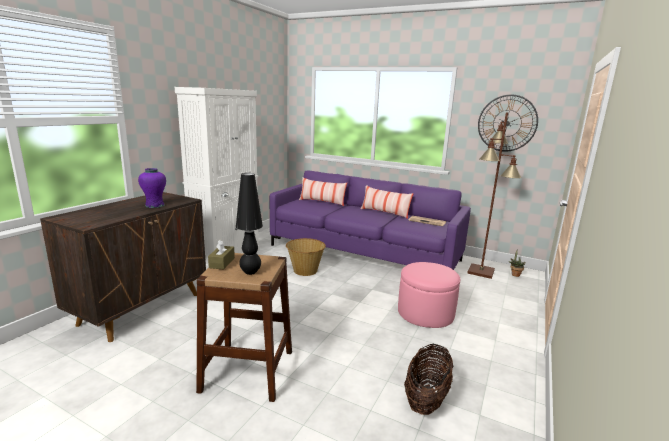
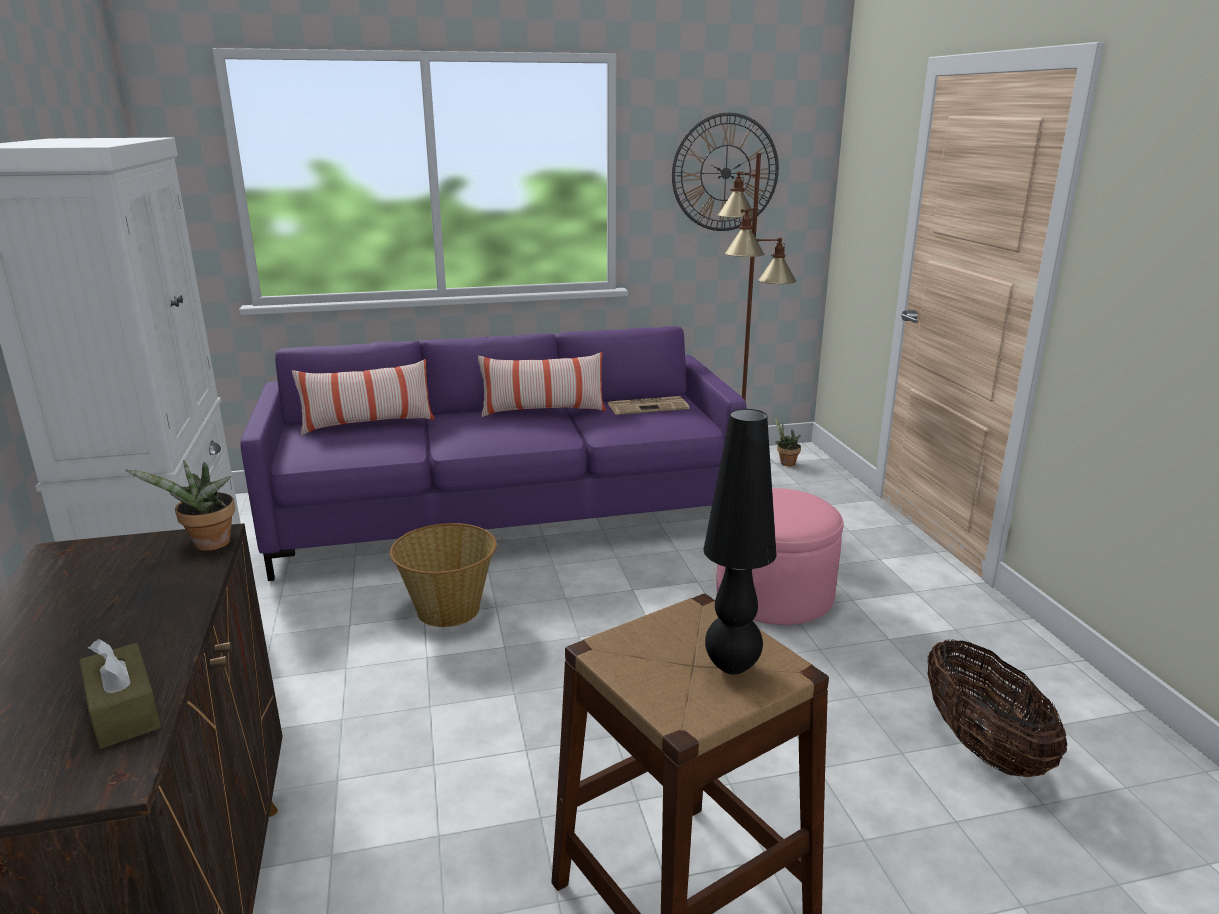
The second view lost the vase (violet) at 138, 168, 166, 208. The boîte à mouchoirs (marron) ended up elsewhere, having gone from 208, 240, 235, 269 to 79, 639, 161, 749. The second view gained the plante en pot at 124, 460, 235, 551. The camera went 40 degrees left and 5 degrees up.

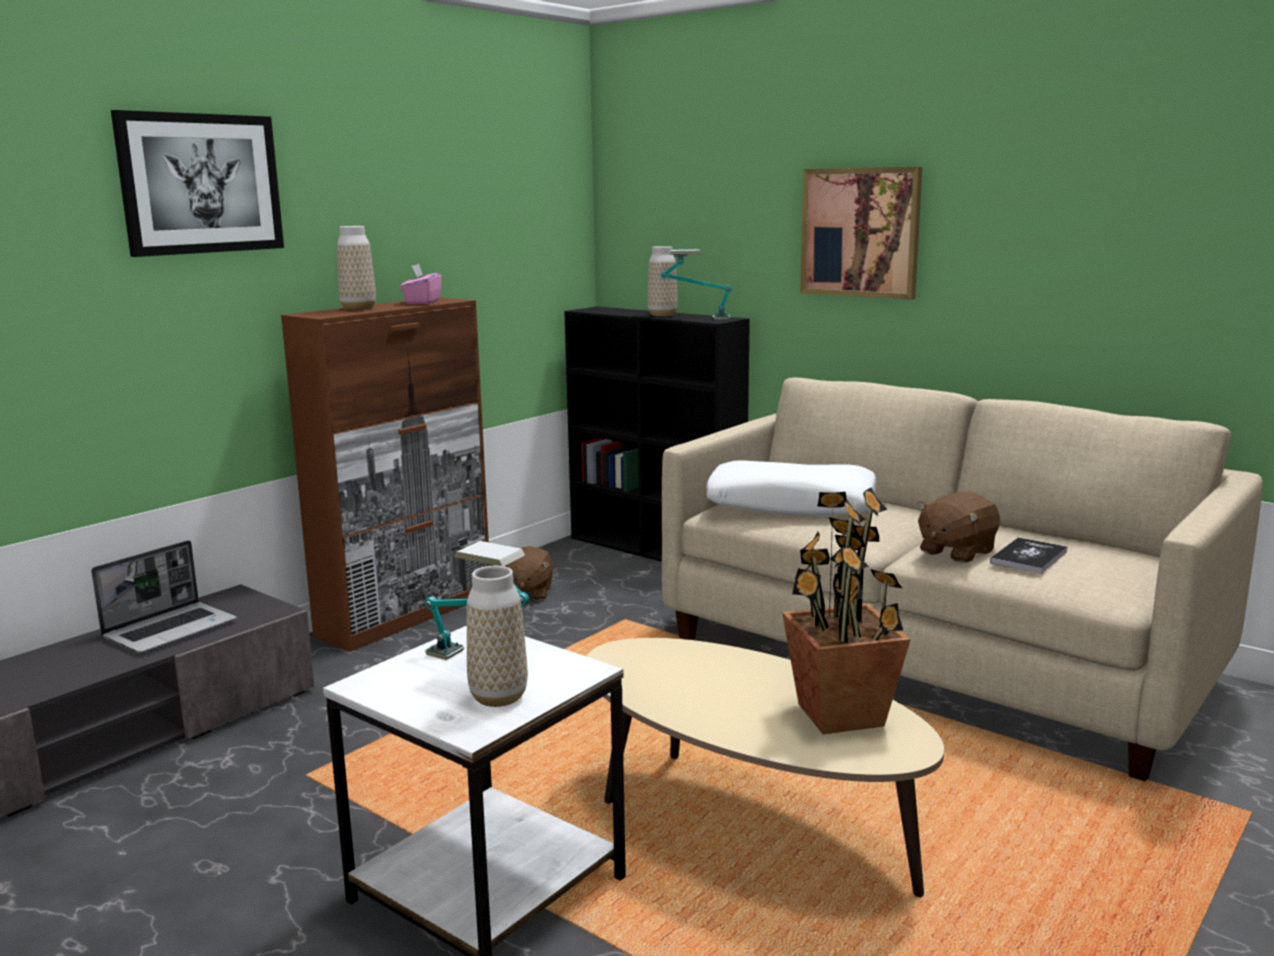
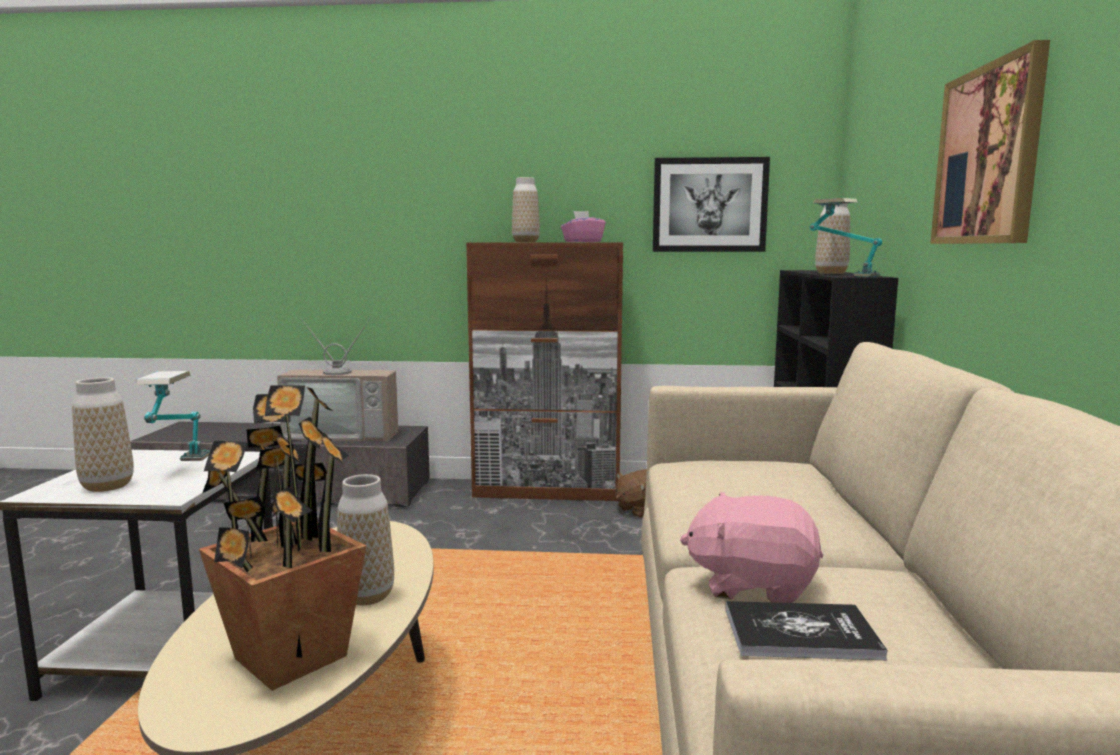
Where the ordinateur portable stood at 91, 540, 237, 653, the téléviseur came to stand at 277, 319, 398, 441. The tableau ended up elsewhere, having gone from 111, 110, 284, 257 to 653, 157, 770, 252. The second view lost the coussin (blanc) at 706, 460, 877, 517. What was the peluche (marron) at 917, 492, 1000, 563 turned into the peluche (rose) at 680, 492, 823, 603. The second view gained the vase at 337, 474, 394, 605. The camera went 55 degrees right and 5 degrees down.

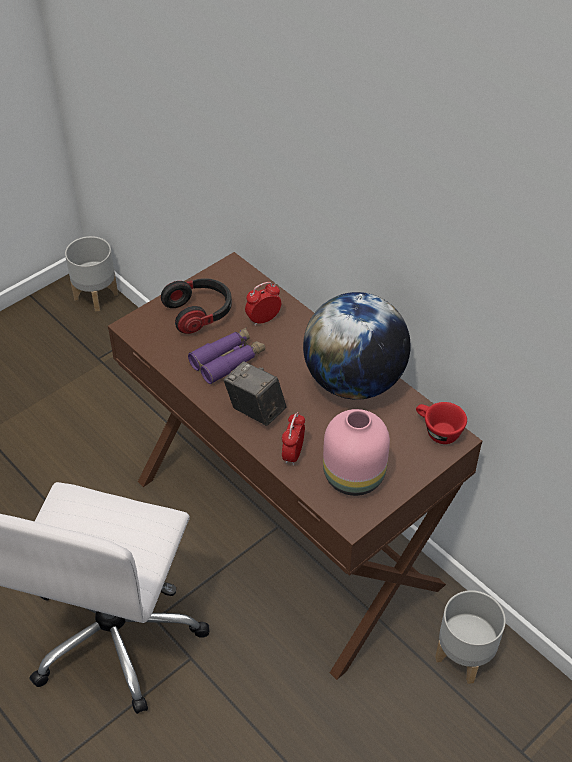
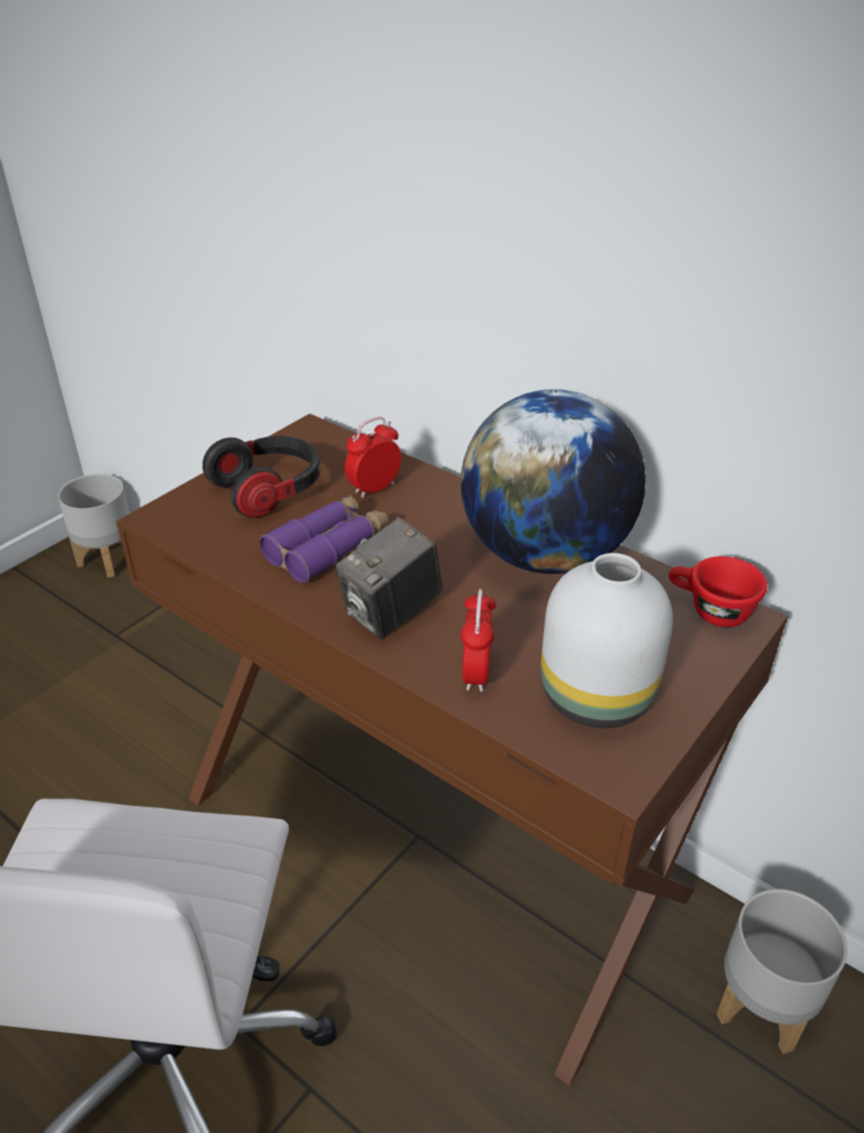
The appareil photo at 224, 362, 287, 426 ended up facing another way, 75 degrees counterclockwise from before. What was the vase (rose) at 323, 409, 390, 496 turned into the vase (blanc) at 541, 553, 673, 728. The camera went 10 degrees left and 10 degrees down.

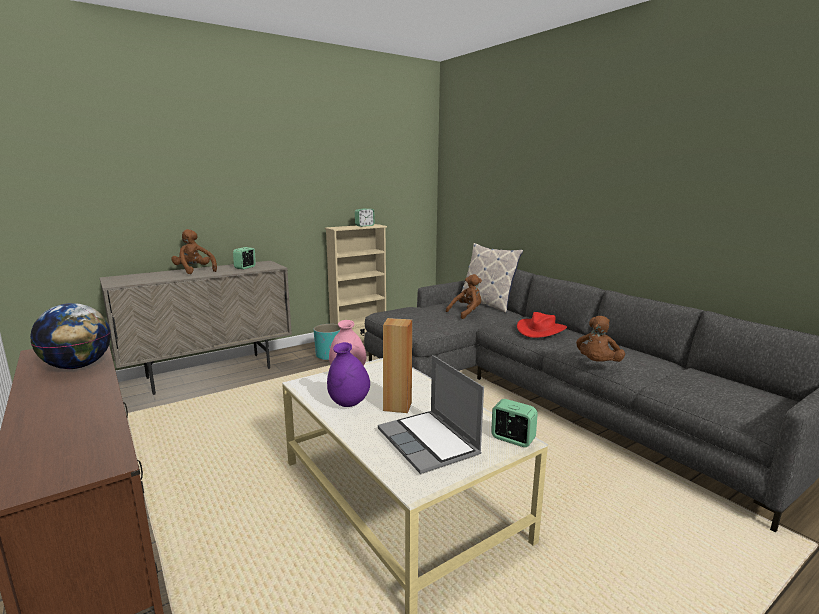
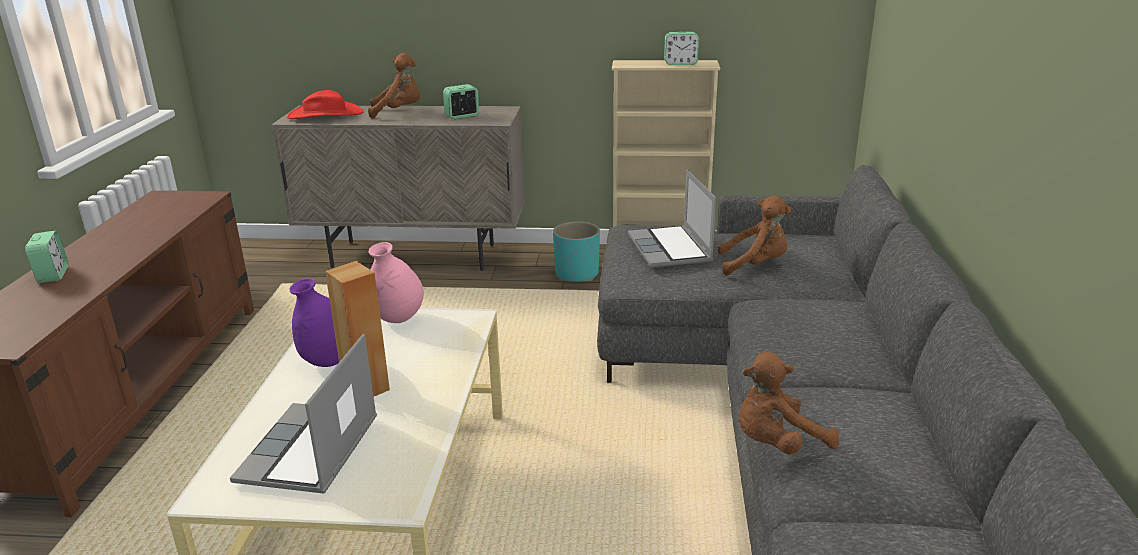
The second view lost the globe at 30, 303, 111, 369. The peluche (marron) at 171, 229, 217, 274 ended up facing another way, 90 degrees clockwise from before. The second view lost the coussin at 462, 243, 523, 313. The réveil ended up elsewhere, having gone from 491, 399, 538, 447 to 25, 231, 68, 283. The chapeau (rouge) ended up elsewhere, having gone from 517, 312, 567, 338 to 287, 90, 364, 119. The second view gained the ordinateur portable at 628, 169, 716, 268. The camera went 40 degrees right and 10 degrees up.

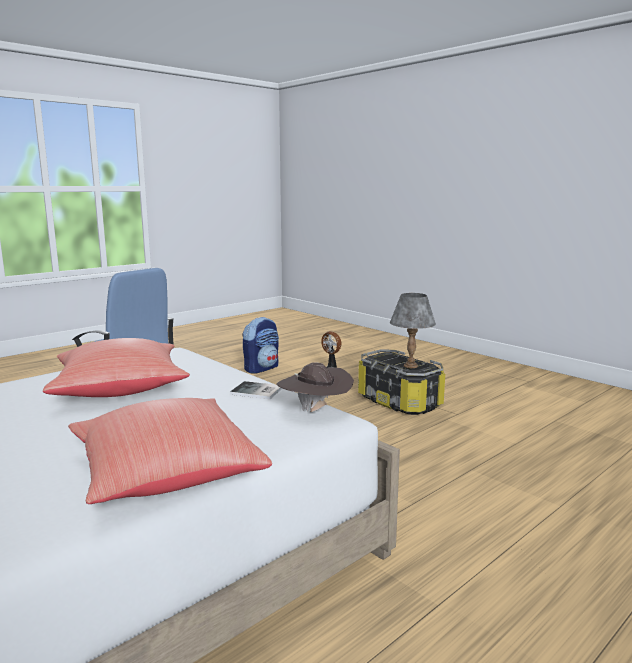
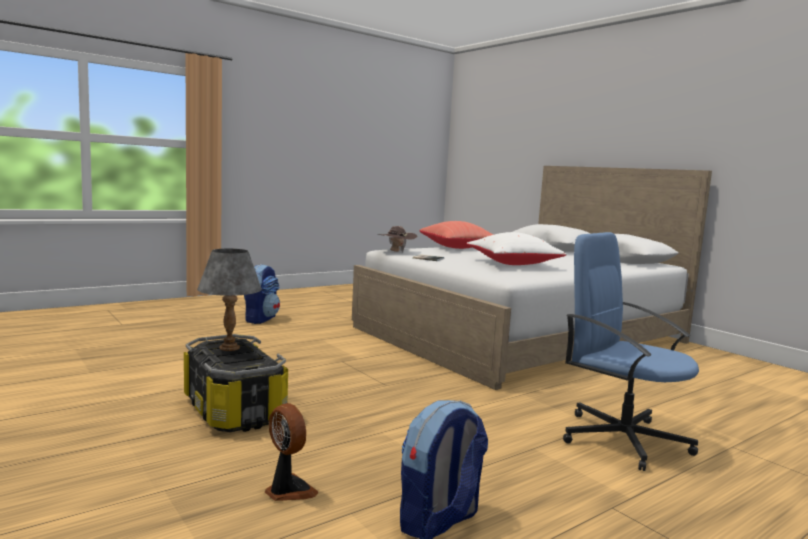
What was the coussin (rouge) at 43, 338, 190, 397 turned into the coussin (blanc) at 467, 232, 567, 265. The second view gained the sac à dos at 244, 264, 280, 324. The camera went 175 degrees left and 5 degrees down.

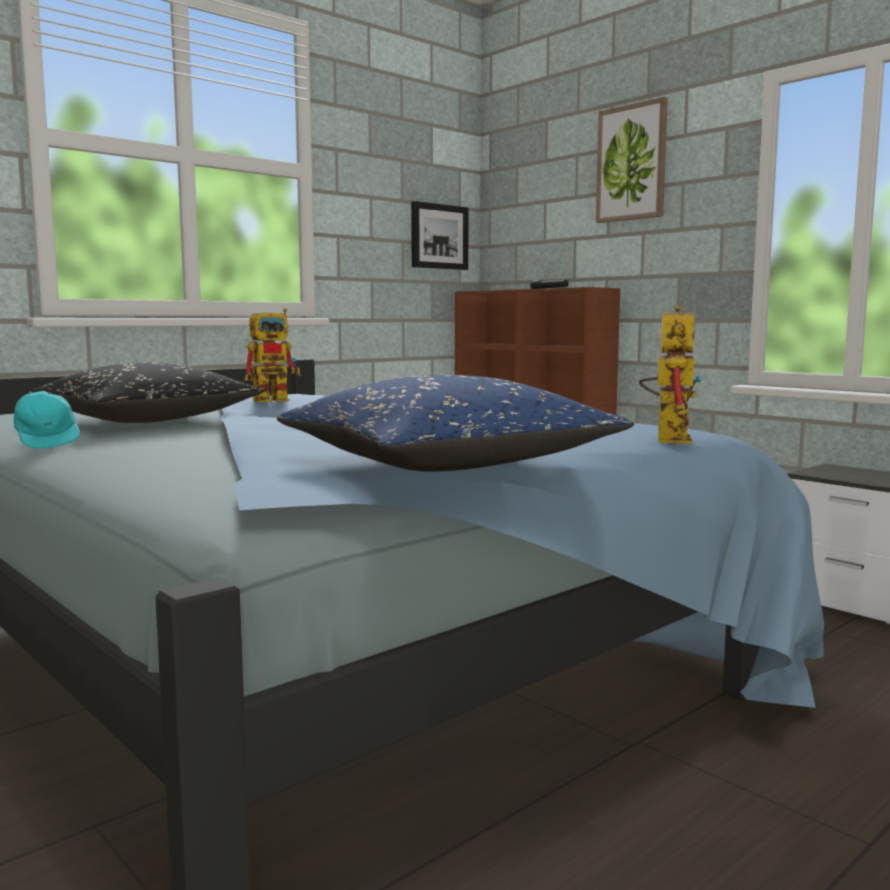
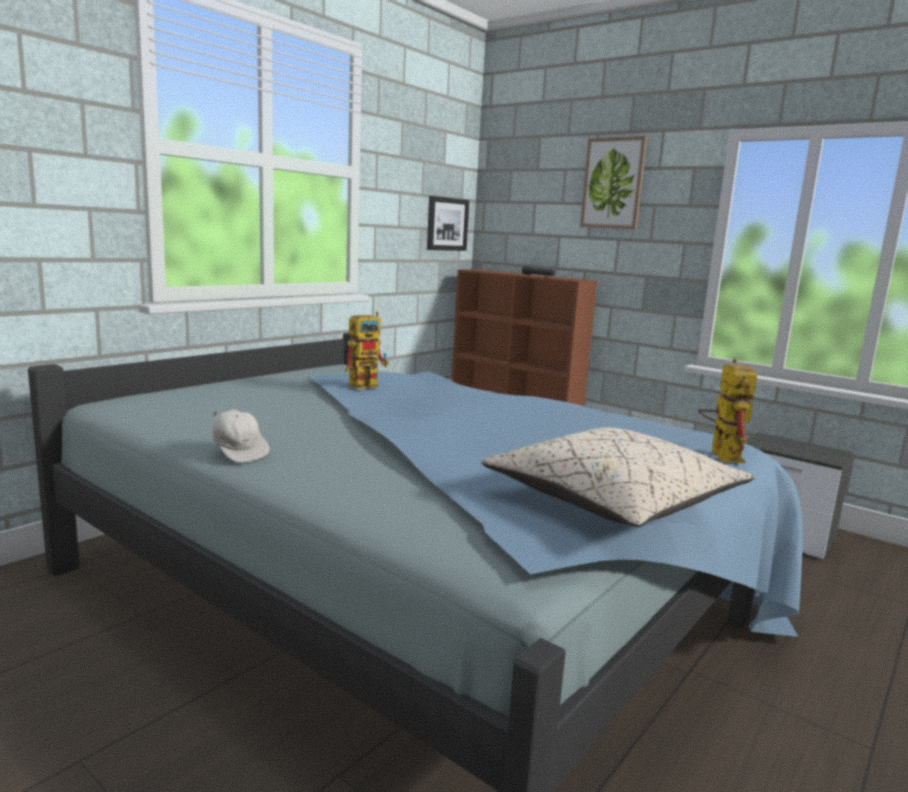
What was the casquette (turquoise) at 14, 391, 80, 448 turned into the casquette (blanc) at 212, 409, 270, 463. The second view lost the coussin (noir) at 28, 362, 264, 423. What was the coussin (bleu) at 277, 375, 634, 472 turned into the coussin (beige) at 481, 427, 755, 527. The camera went 10 degrees left and 5 degrees up.

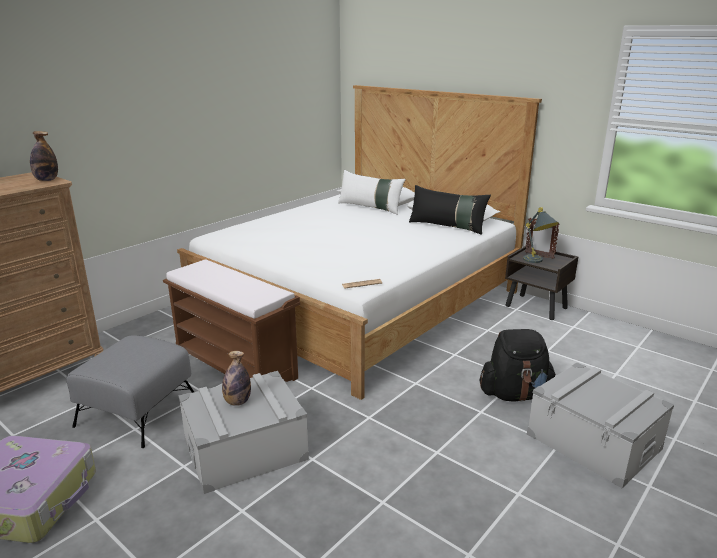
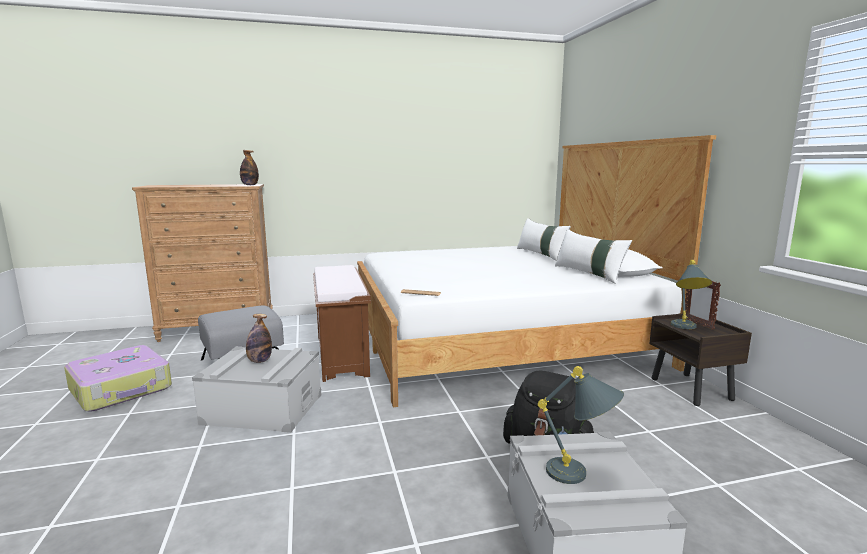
What was the coussin (noir) at 409, 185, 491, 235 turned into the coussin (blanc) at 555, 229, 632, 284. The second view gained the lampe de table (gris) at 538, 366, 624, 484. The camera went 35 degrees right and 10 degrees down.

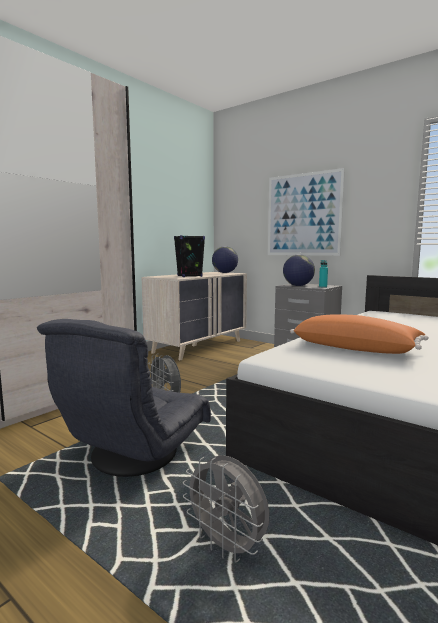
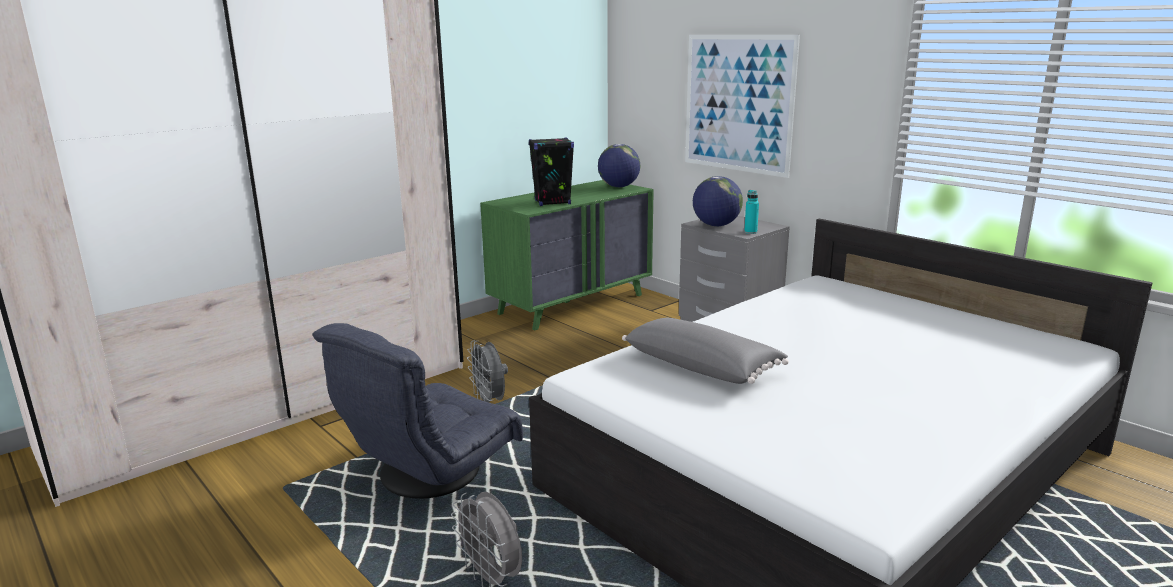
What was the commode (beige) at 141, 272, 247, 360 turned into the commode (vert) at 480, 180, 654, 331. What was the coussin (orange) at 290, 315, 429, 354 turned into the coussin (gris) at 622, 318, 789, 384. The camera went 10 degrees right and 10 degrees up.

